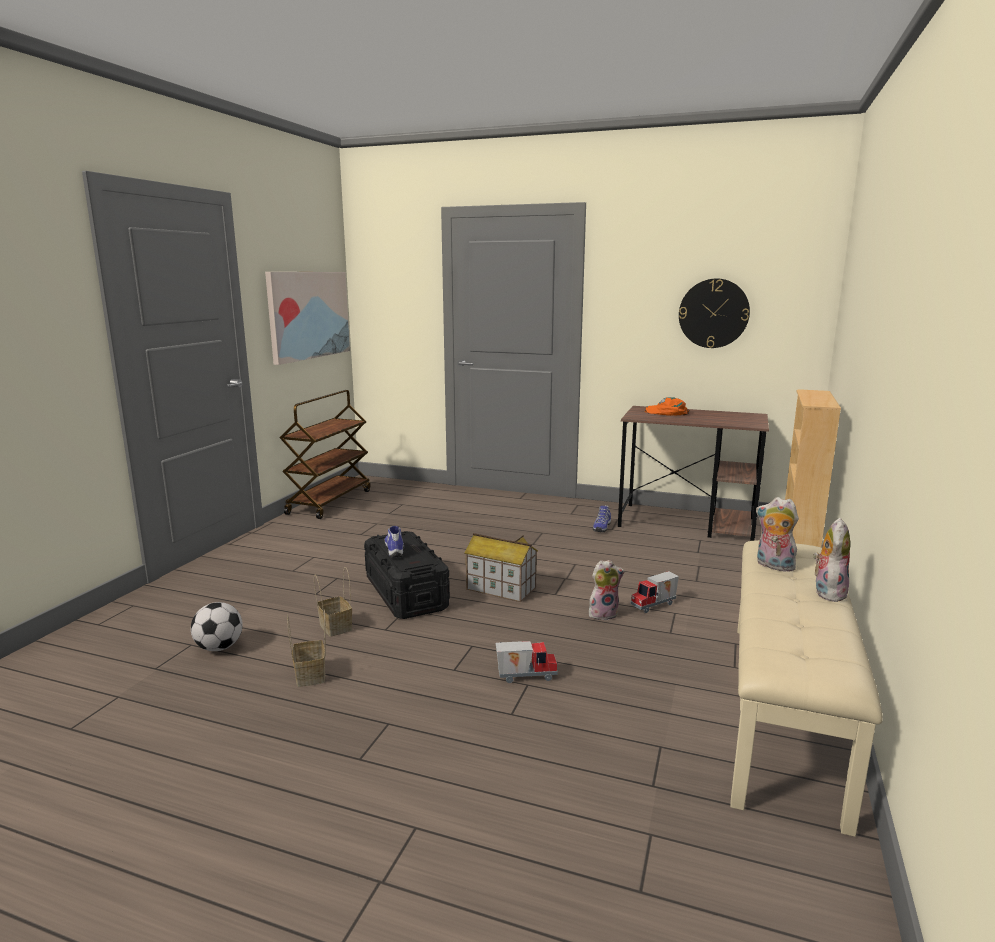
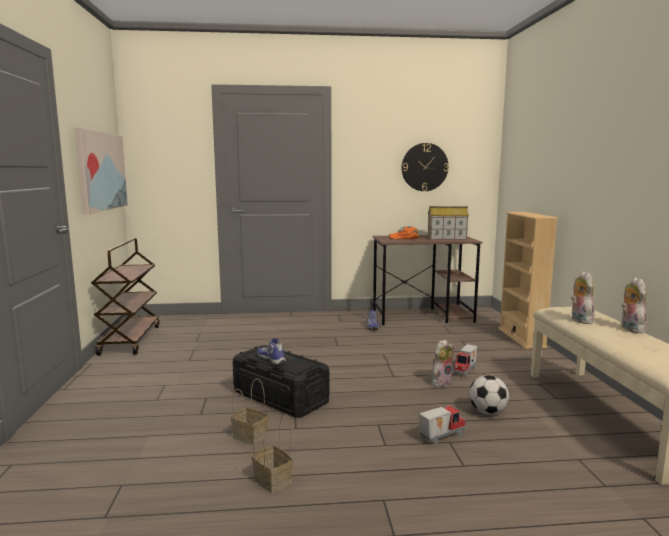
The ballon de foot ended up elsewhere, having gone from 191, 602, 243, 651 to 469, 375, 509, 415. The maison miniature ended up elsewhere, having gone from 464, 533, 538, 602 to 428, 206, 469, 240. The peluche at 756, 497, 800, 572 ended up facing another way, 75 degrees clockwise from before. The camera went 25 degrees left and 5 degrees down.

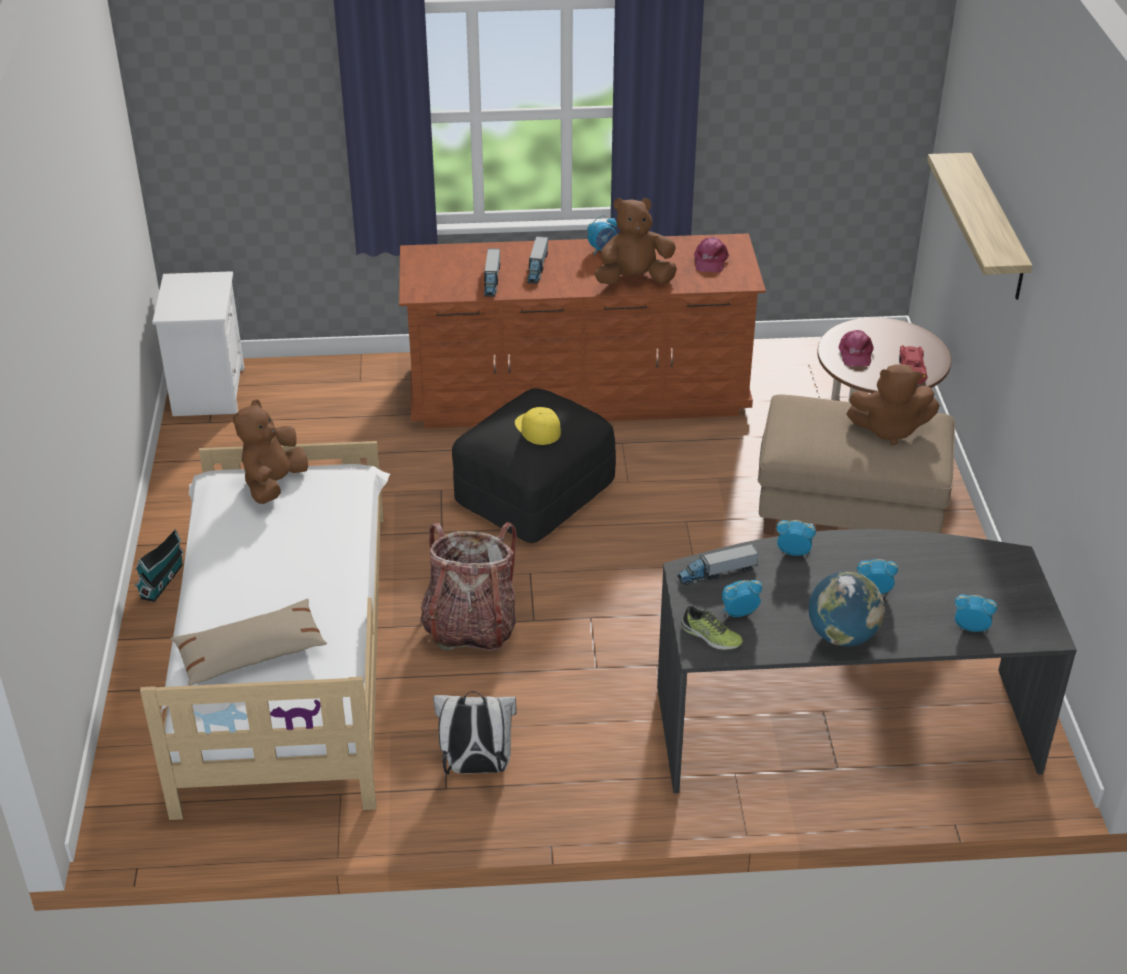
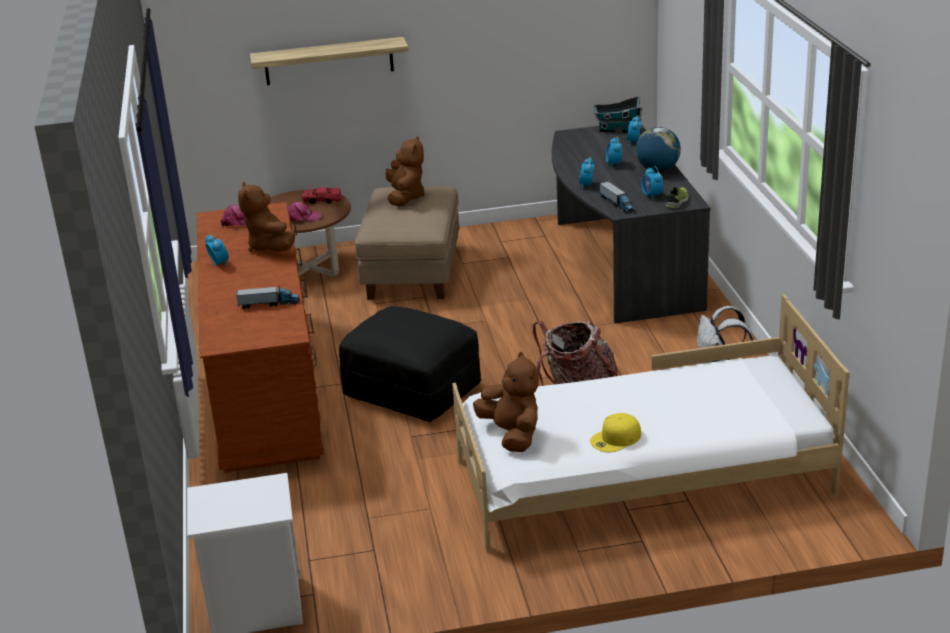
The maison miniature ended up elsewhere, having gone from 135, 529, 184, 602 to 594, 97, 642, 133. The second view lost the coussin (beige) at 170, 598, 327, 686. The peluche (marron) at 233, 399, 308, 504 ended up facing another way, 135 degrees counterclockwise from before. The casquette (jaune) ended up elsewhere, having gone from 515, 407, 561, 445 to 590, 413, 641, 452. The second view lost the camion jouet at 527, 236, 548, 284. The camera went 95 degrees left and 10 degrees down.

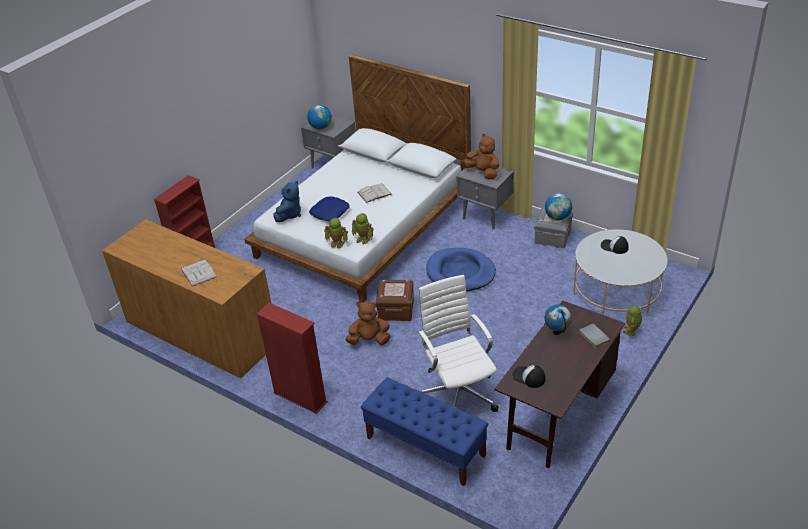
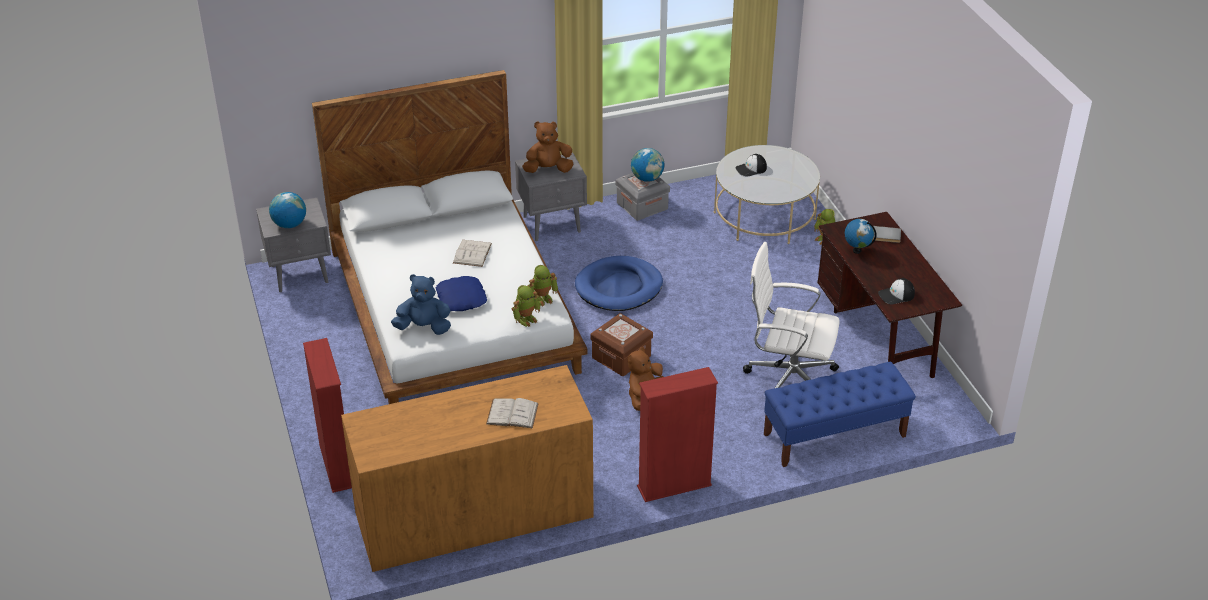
The peluche (bleu) at 274, 181, 301, 222 ended up facing another way, 60 degrees counterclockwise from before. The camera went 55 degrees left and 0 degrees up.

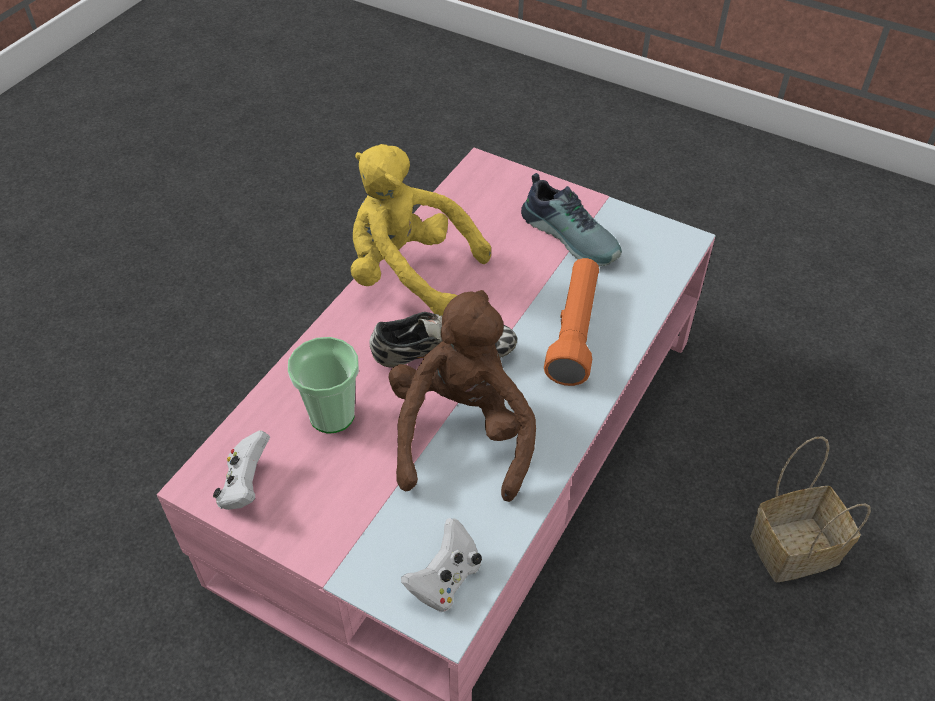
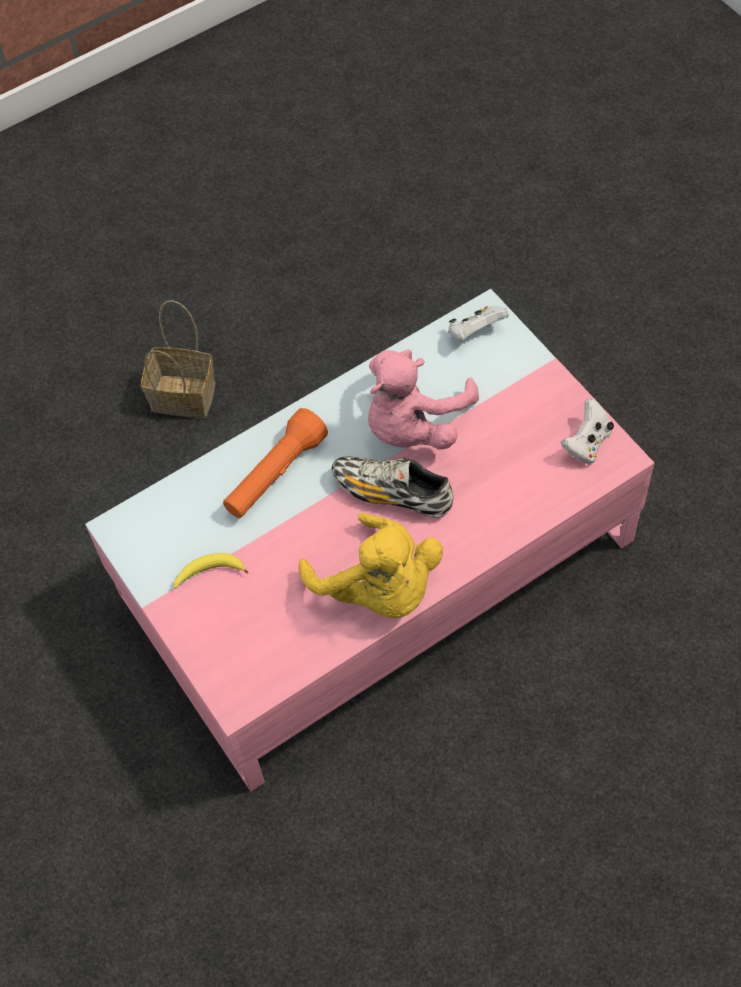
The second view lost the tasse at 288, 337, 359, 434. What was the peluche (marron) at 389, 290, 536, 502 turned into the peluche (rose) at 368, 349, 479, 450. Where the chaussure stood at 521, 173, 622, 267, the banane came to stand at 173, 553, 248, 589. The camera went 150 degrees left and 10 degrees up.

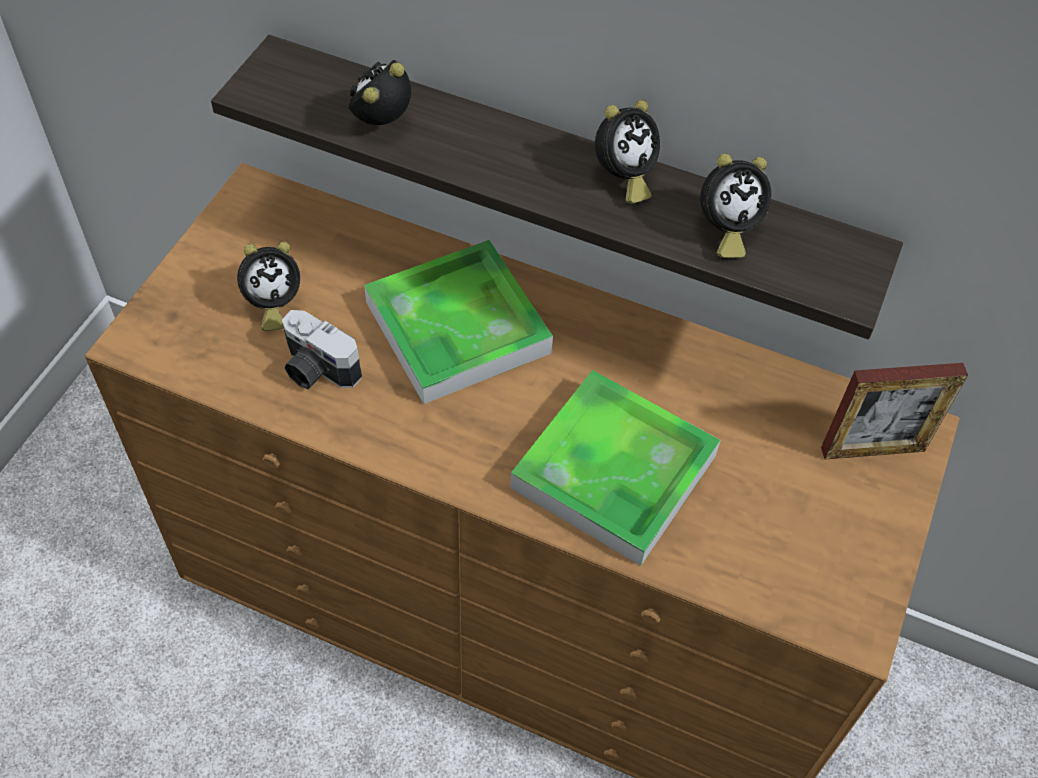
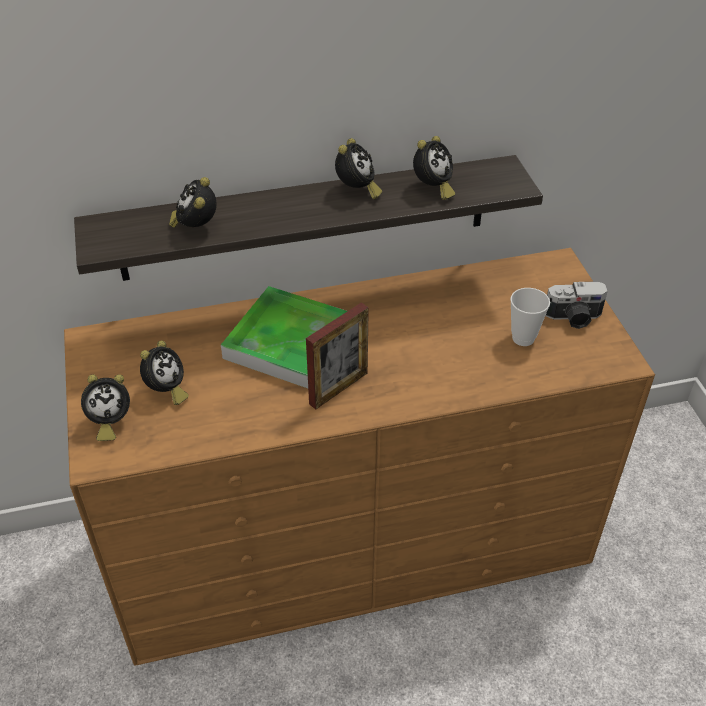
The appareil photo ended up elsewhere, having gone from 282, 310, 362, 389 to 545, 281, 608, 329. The second view lost the plateau at 510, 370, 721, 566. The cadre photo ended up elsewhere, having gone from 821, 363, 968, 459 to 306, 302, 369, 409. The second view gained the réveil at 81, 374, 130, 441. The second view gained the tasse at 510, 288, 550, 346. The camera went 35 degrees left and 10 degrees down.

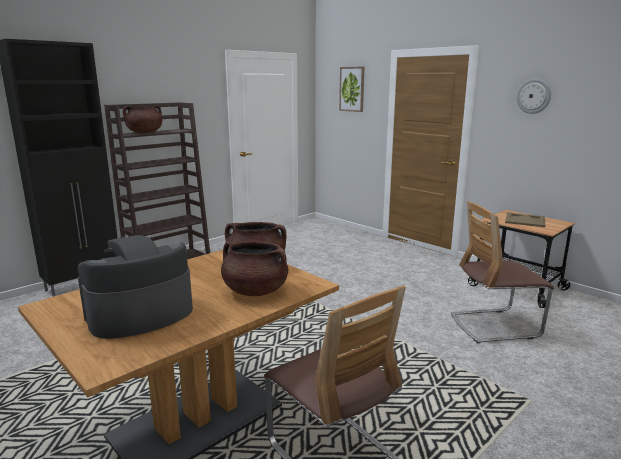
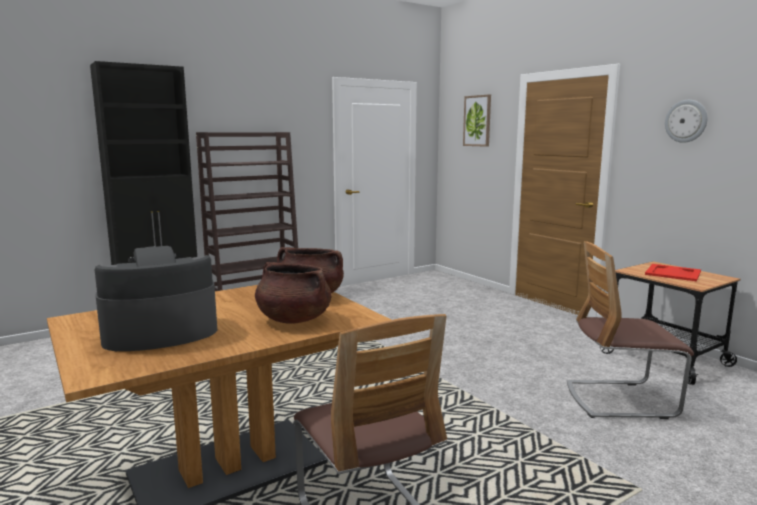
The second view lost the marmite (marron) at 122, 105, 162, 133. What was the plateau (beige) at 505, 212, 546, 227 turned into the plateau (rouge) at 645, 264, 701, 282. The camera went 10 degrees right and 5 degrees down.

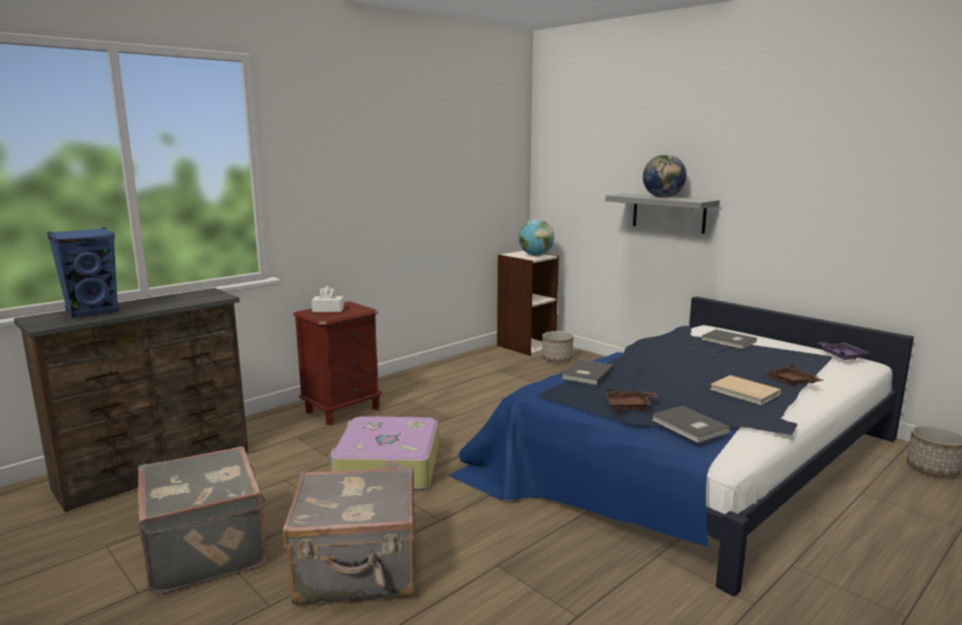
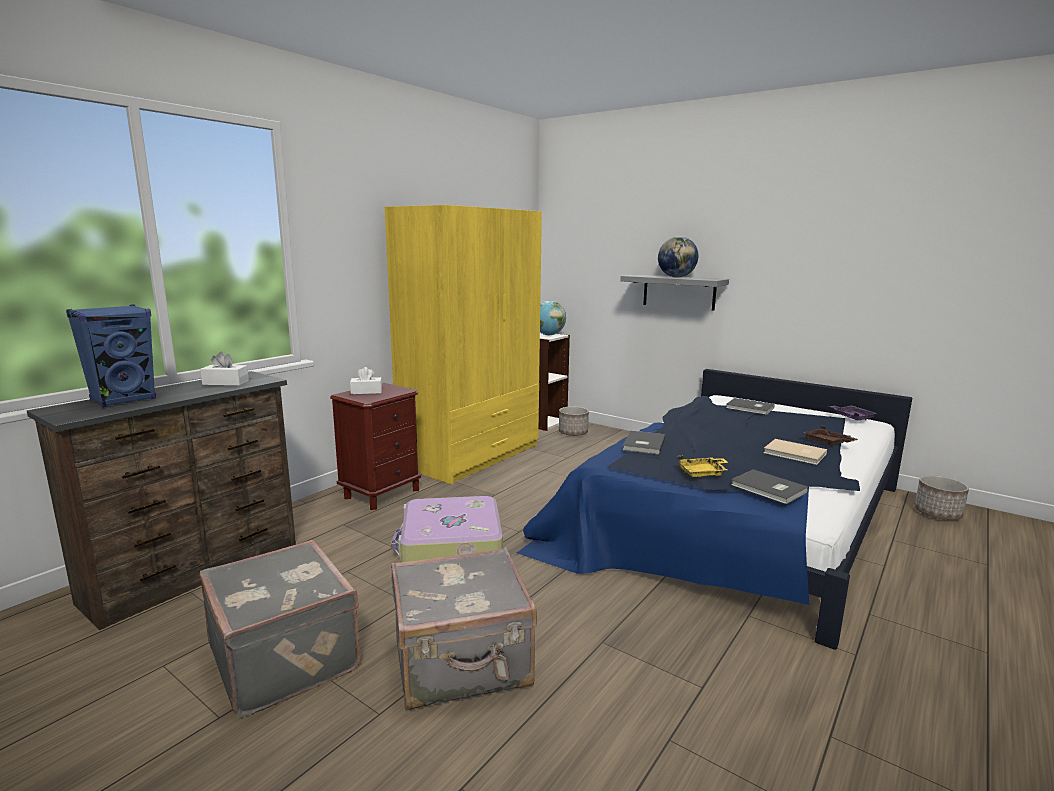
What was the plateau (marron) at 605, 387, 658, 410 turned into the plateau (jaune) at 677, 456, 728, 477. The second view gained the boîte à mouchoirs (blanc) at 200, 352, 249, 386. The second view gained the armoire (jaune) at 385, 205, 542, 484. The camera went 10 degrees left and 0 degrees up.

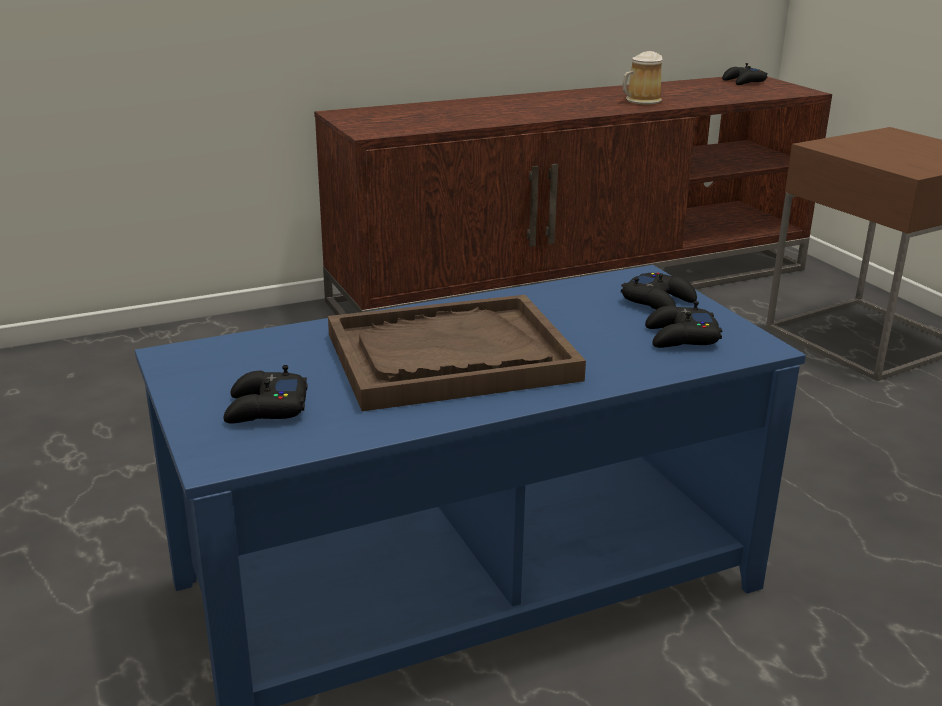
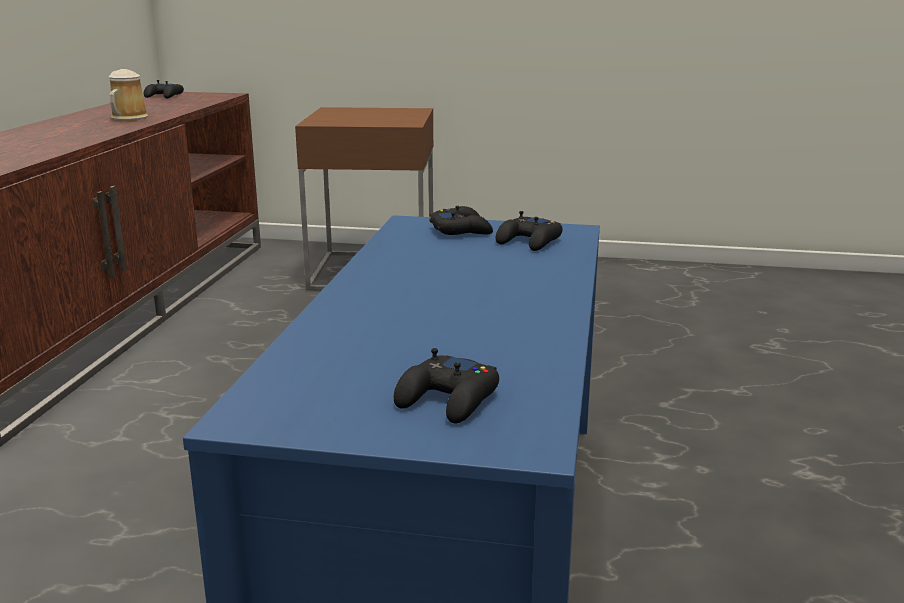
The second view lost the plateau (marron) at 328, 295, 586, 411. The camera went 55 degrees left and 5 degrees down.

